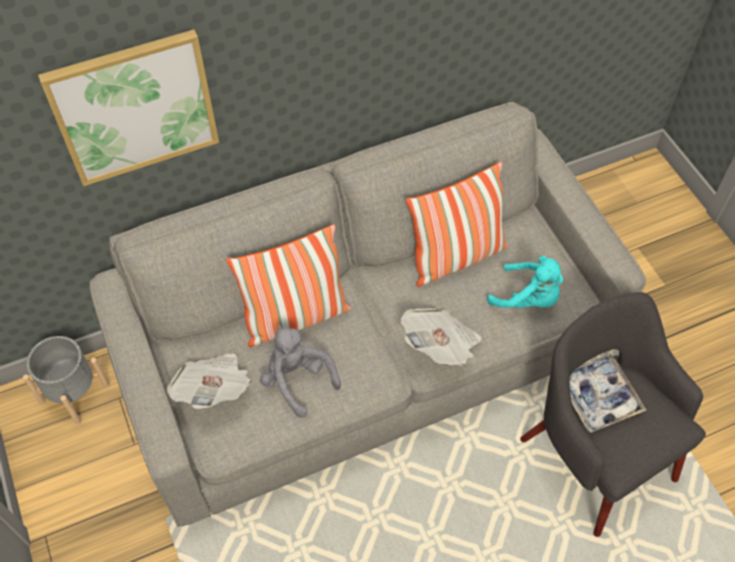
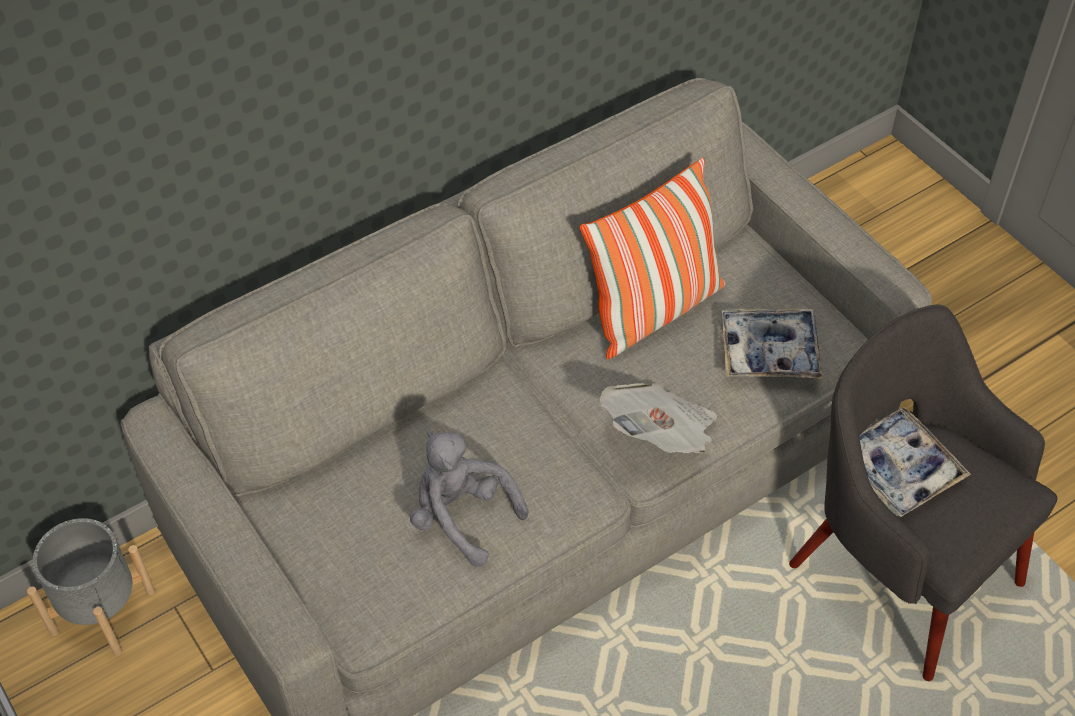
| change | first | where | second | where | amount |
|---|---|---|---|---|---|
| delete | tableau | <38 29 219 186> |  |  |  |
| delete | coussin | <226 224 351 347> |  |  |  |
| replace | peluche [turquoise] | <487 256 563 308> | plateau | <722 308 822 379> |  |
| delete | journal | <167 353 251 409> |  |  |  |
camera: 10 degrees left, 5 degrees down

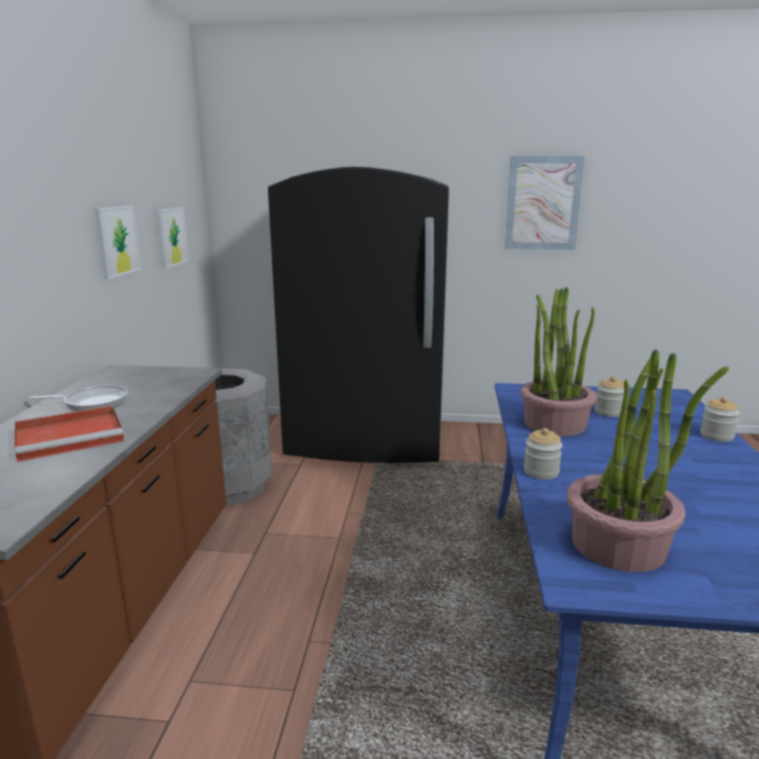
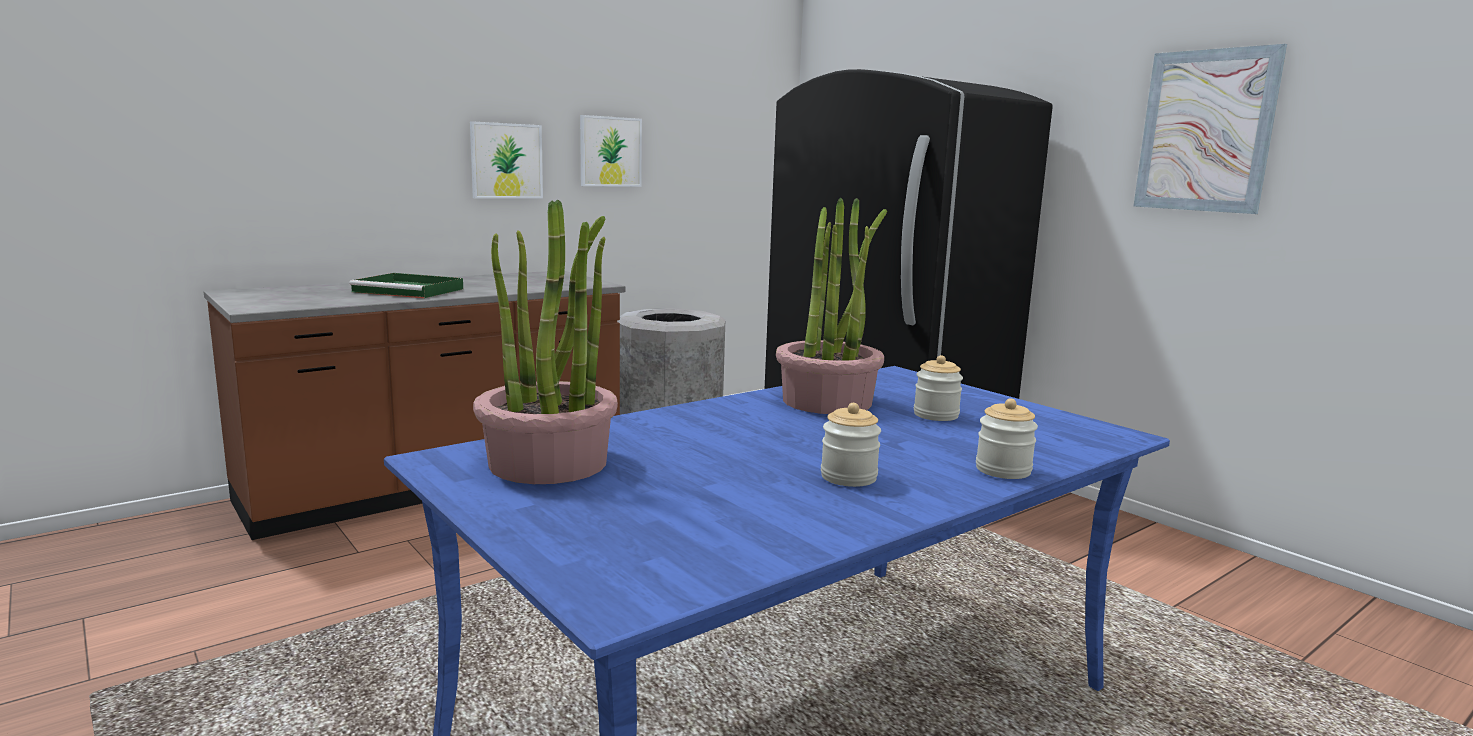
| change | first | where | second | where | amount |
|---|---|---|---|---|---|
| move | tableau | <156 207 189 269> |  | <470 121 543 198> |  |
| delete | poêle | <29 386 128 411> |  |  |  |
| recolor | plateau [rouge] | <14 405 124 462> | plateau [vert] | <349 273 463 298> |  |
| move | bocal | <524 428 563 480> |  | <821 403 881 487> |  |
camera: 45 degrees right, 5 degrees down

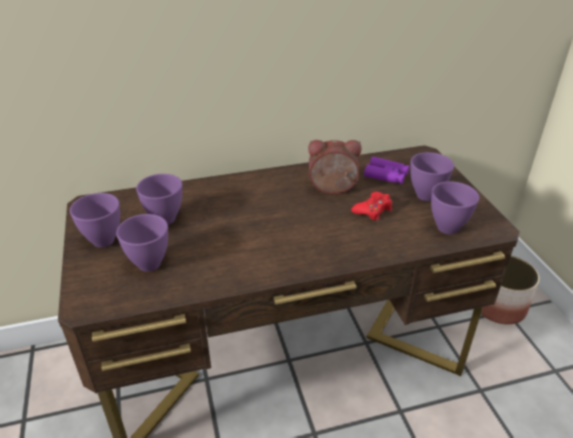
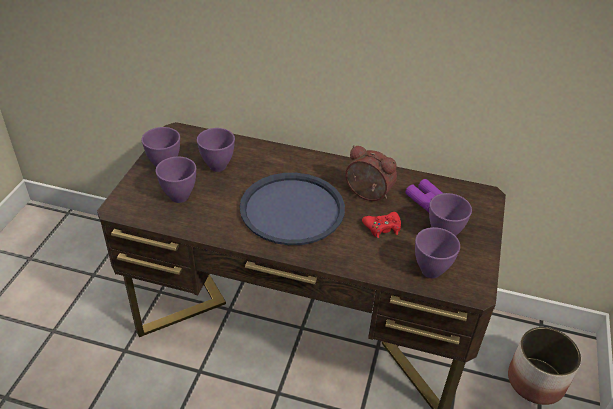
| change | first | where | second | where | amount |
|---|---|---|---|---|---|
| insert |  |  | plateau [bleu] | <240 173 345 245> |  |
camera: 30 degrees right, 5 degrees up

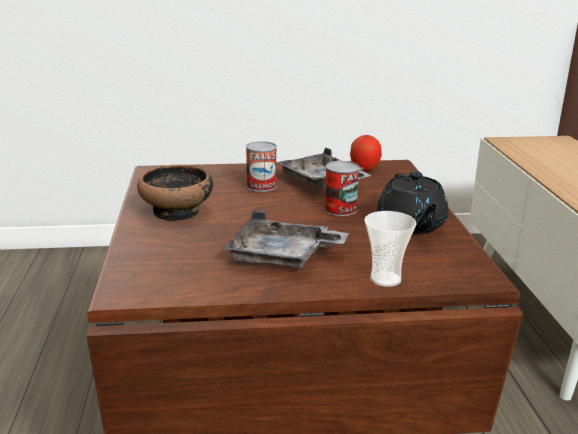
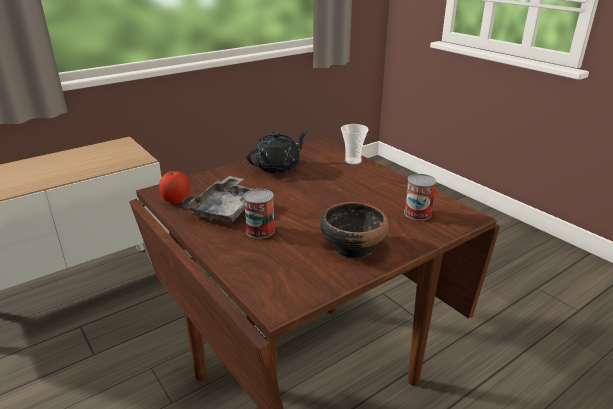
| change | first | where | second | where | amount |
|---|---|---|---|---|---|
| move | boîte métallique | <324 161 360 216> |  | <404 174 436 220> |  |
| delete | plateau [gris] | <223 211 349 269> |  |  |  |
camera: 120 degrees left, 5 degrees up

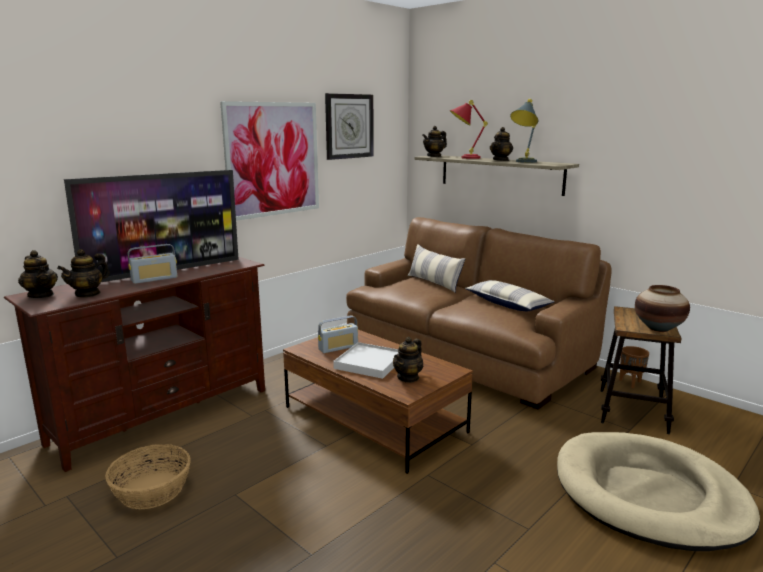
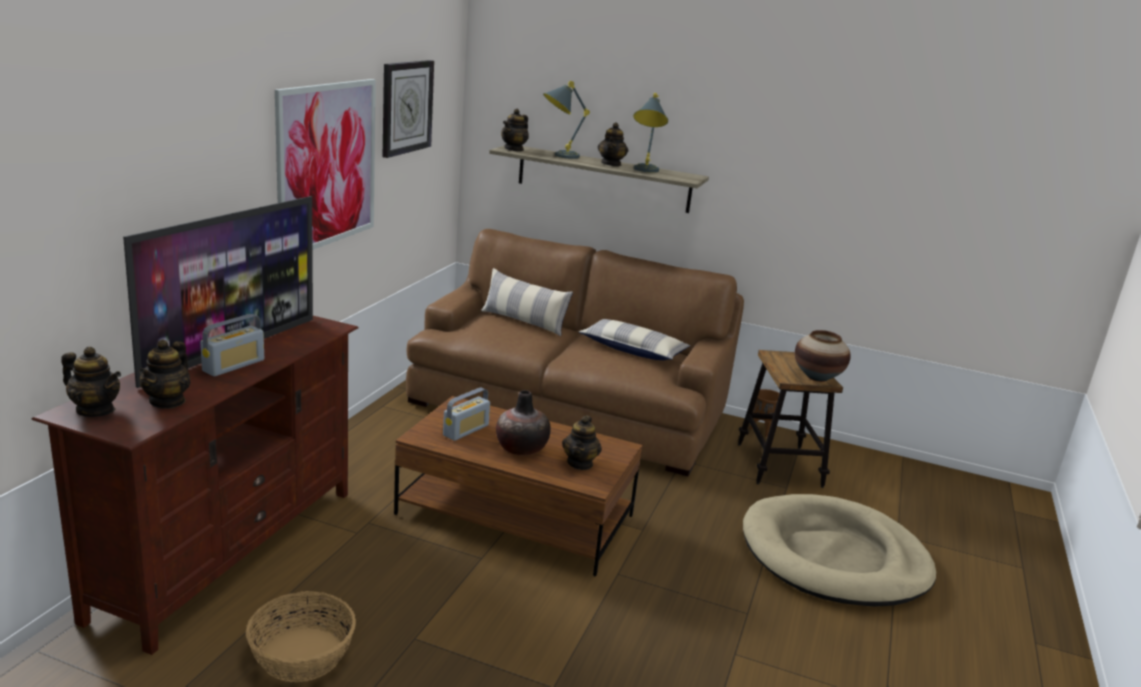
| change | first | where | second | where | amount |
|---|---|---|---|---|---|
| recolor | lampe de table [rouge] | <450 100 488 159> | lampe de table [gris] | <543 81 590 159> |  |
| replace | plateau [blanc] | <333 342 398 379> | vase | <496 390 550 455> |  |
camera: 25 degrees left, 5 degrees up

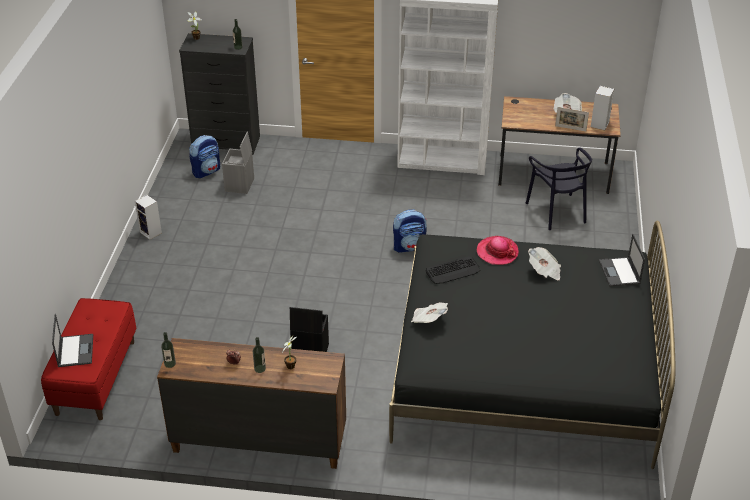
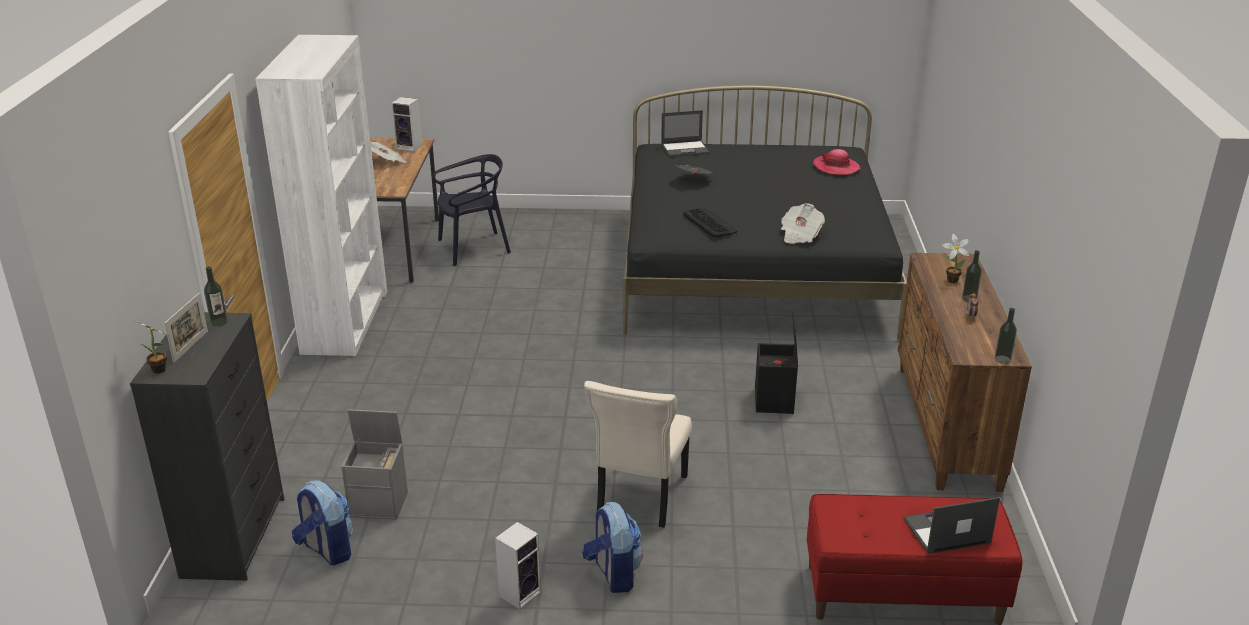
| change | first | where | second | where | amount |
|---|---|---|---|---|---|
| move | cadre photo | <555 107 589 131> |  | <164 292 208 363> |  |
| move | sac à dos | <393 209 427 253> |  | <582 502 643 593> |  |
| move | chapeau | <477 236 519 265> |  | <813 149 860 175> |  |
| insert |  |  | chaise [beige] | <584 381 692 528> |  |
camera: 95 degrees left, 10 degrees down

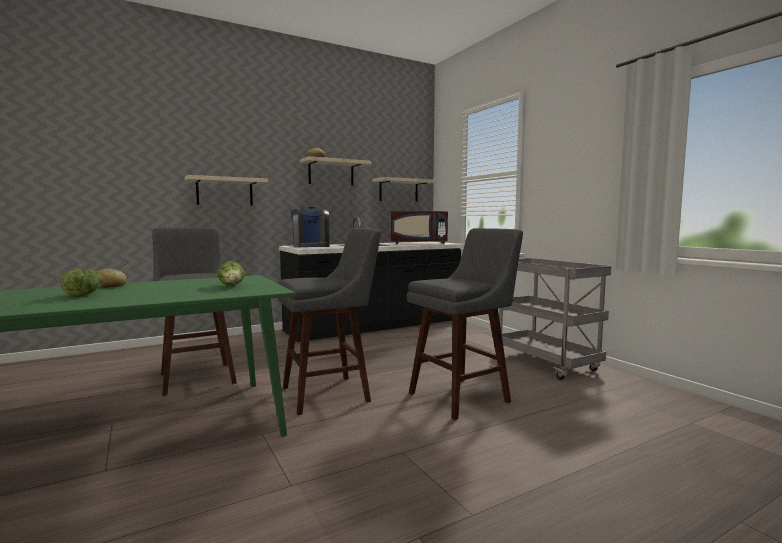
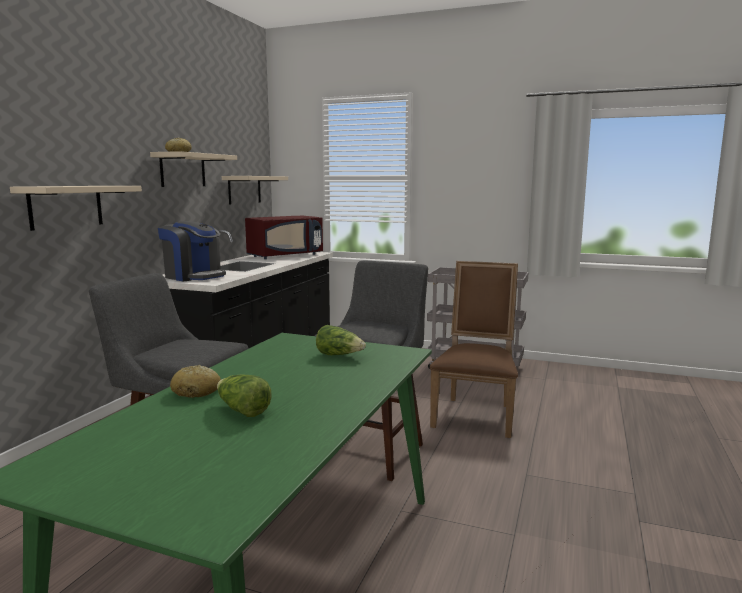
| change | first | where | second | where | amount |
|---|---|---|---|---|---|
| replace | tabouret [gris] | <406 228 523 420> | chaise [marron] | <430 261 518 438> |  |
camera: 40 degrees left, 5 degrees up

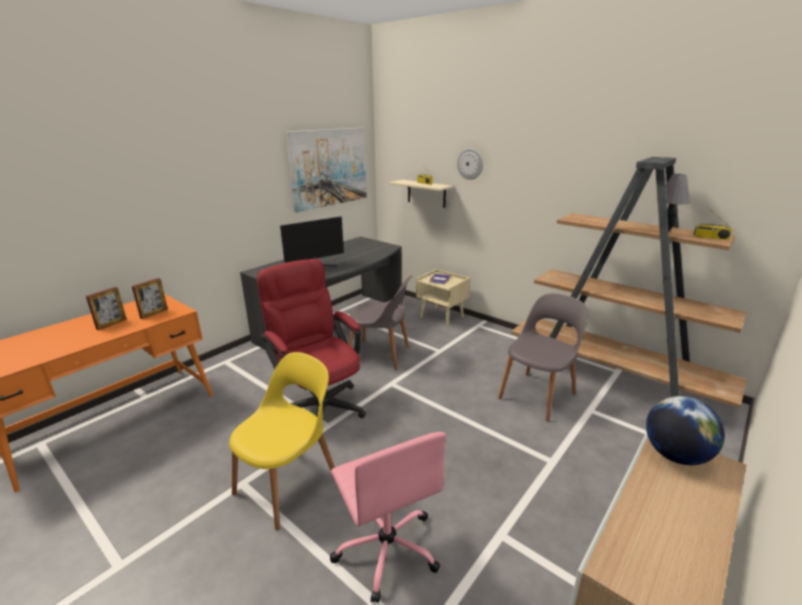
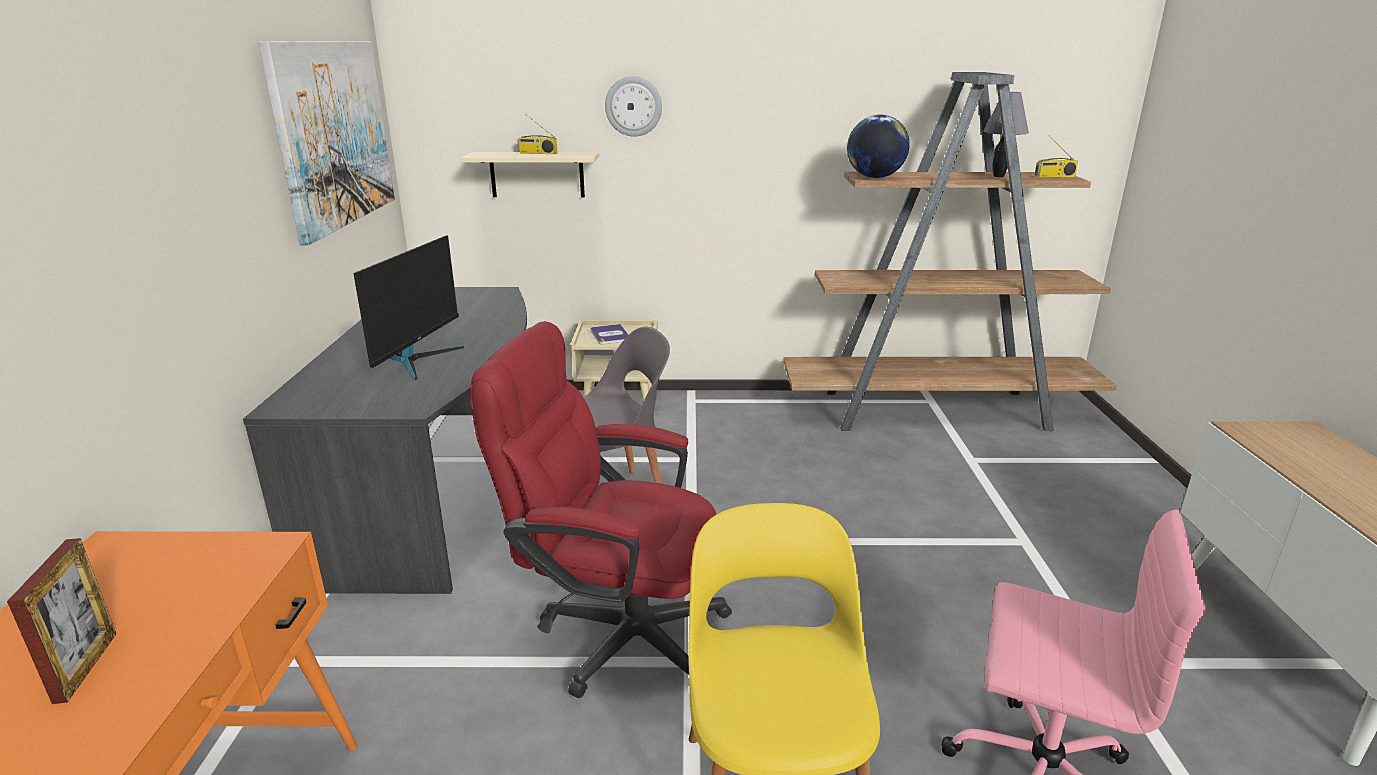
| change | first | where | second | where | amount |
|---|---|---|---|---|---|
| delete | cadre photo | <132 278 168 319> |  |  |  |
| delete | chaise [gris] | <498 293 588 421> |  |  |  |
| move | globe | <646 396 725 465> |  | <847 115 910 178> |  |
camera: 40 degrees left, 0 degrees up

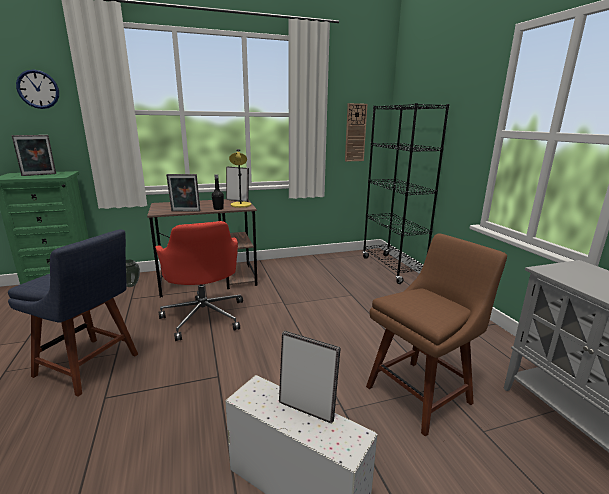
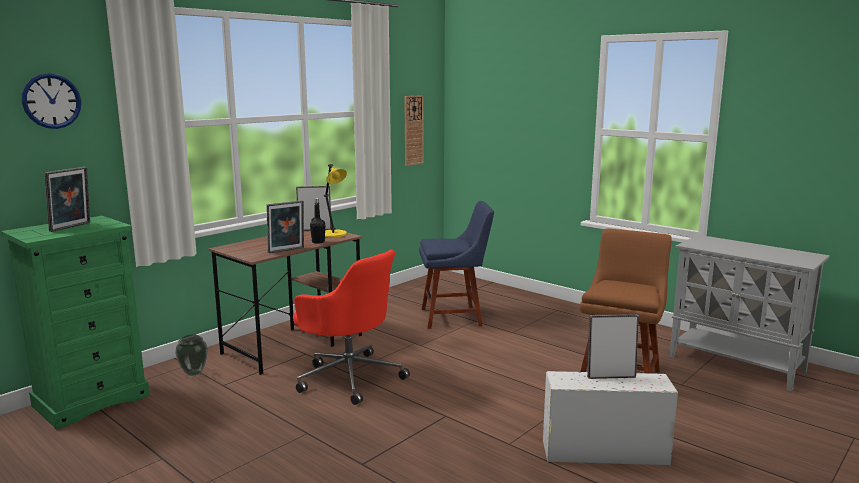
| change | first | where | second | where | amount |
|---|---|---|---|---|---|
| delete | bibliothèque [noir] | <362 103 449 284> |  |  |  |
| move | chaise [bleu] | <8 229 138 397> |  | <419 201 494 329> |  |
camera: 30 degrees left, 5 degrees down

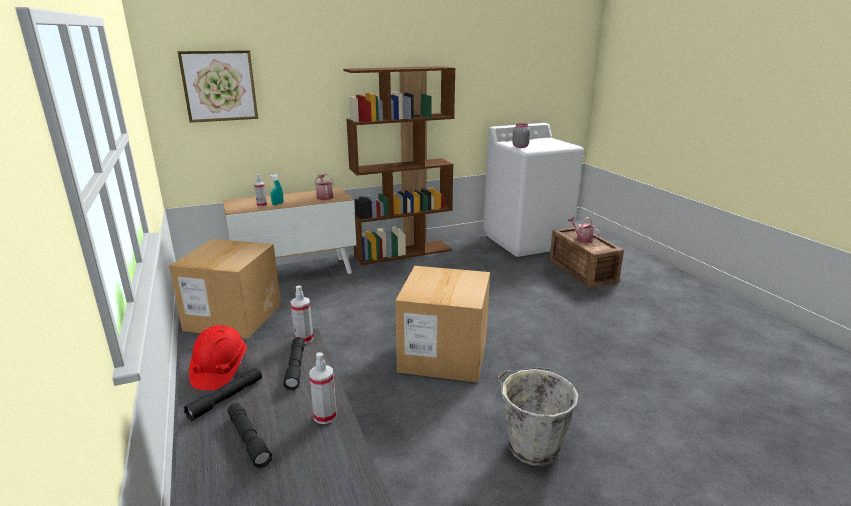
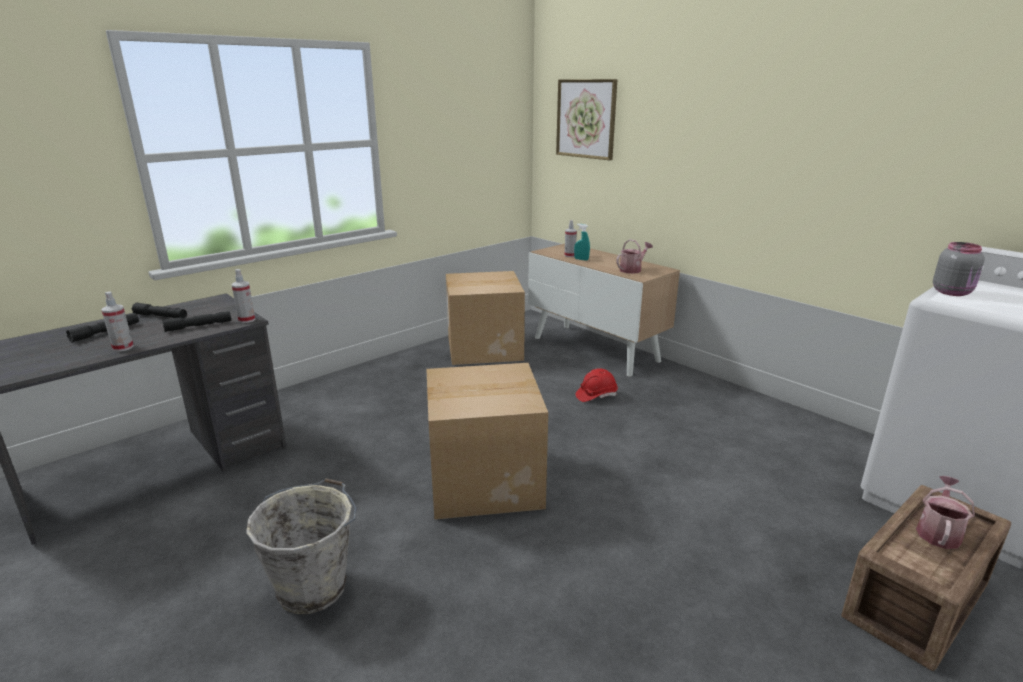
| change | first | where | second | where | amount |
|---|---|---|---|---|---|
| delete | bibliothèque [marron] | <343 66 455 265> |  |  |  |
| move | casque de chantier [rouge] | <189 325 247 390> |  | <576 368 618 402> |  |
camera: 70 degrees right, 0 degrees up

